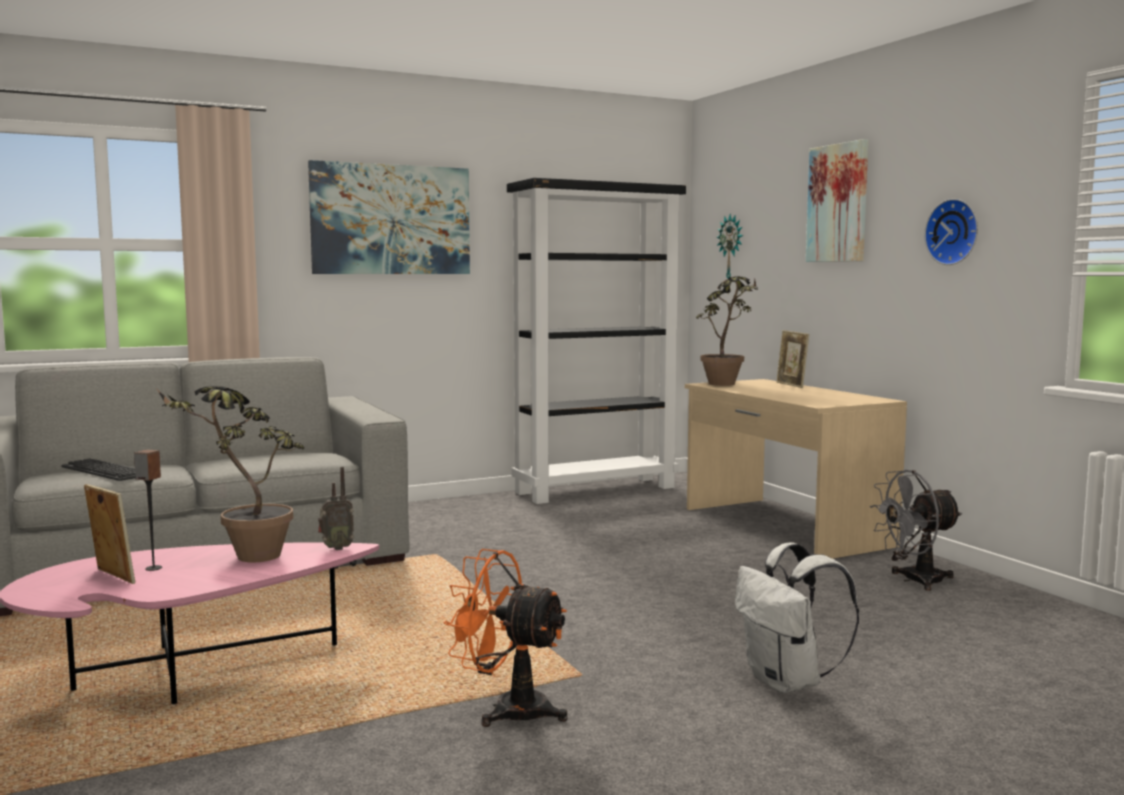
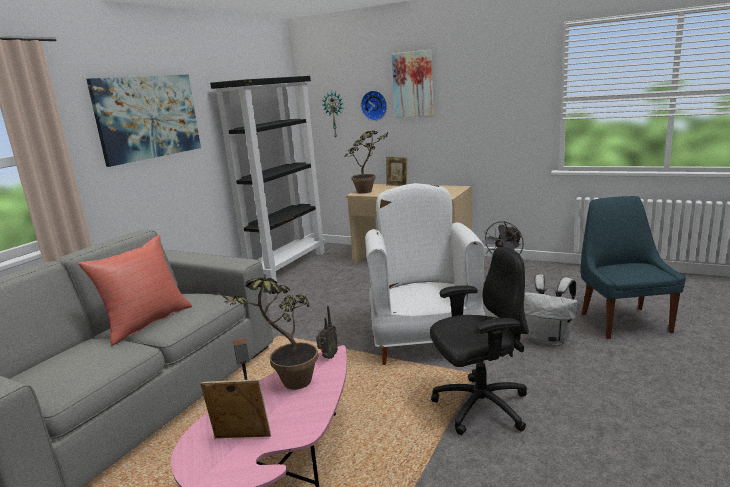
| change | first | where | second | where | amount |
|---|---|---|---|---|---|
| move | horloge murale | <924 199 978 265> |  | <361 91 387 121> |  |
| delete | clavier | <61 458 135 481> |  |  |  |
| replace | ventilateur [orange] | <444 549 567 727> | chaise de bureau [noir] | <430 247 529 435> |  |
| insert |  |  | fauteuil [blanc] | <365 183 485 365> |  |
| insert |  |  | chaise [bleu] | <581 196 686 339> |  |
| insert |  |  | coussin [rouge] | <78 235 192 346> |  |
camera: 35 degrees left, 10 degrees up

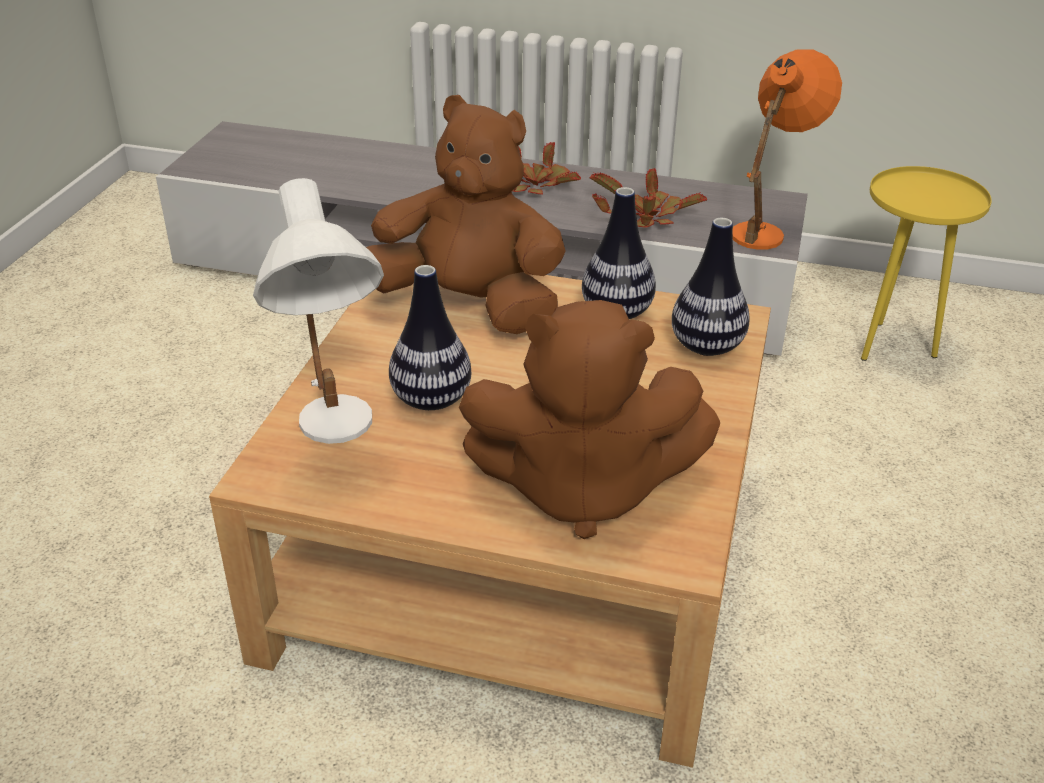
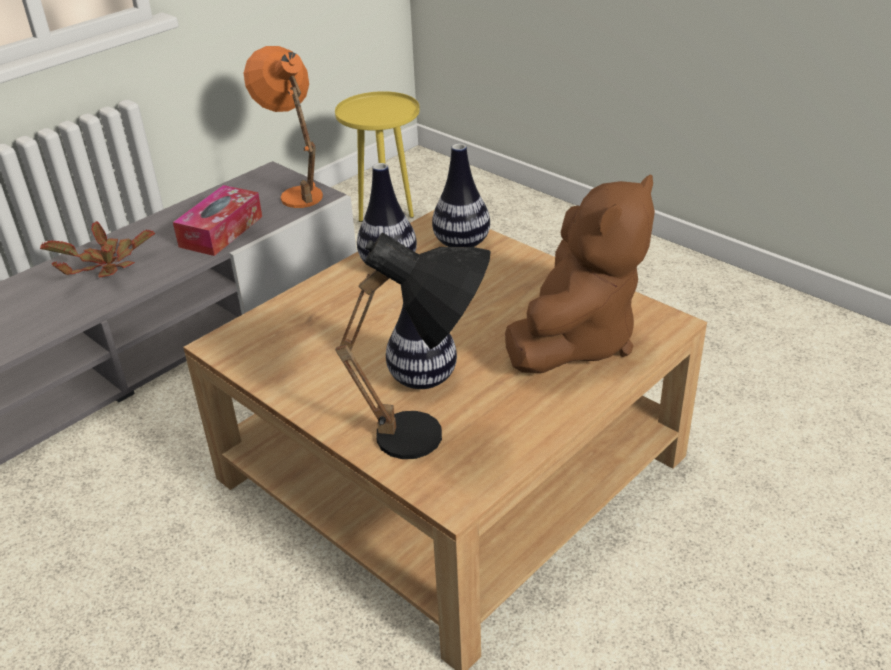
| change | first | where | second | where | amount |
|---|---|---|---|---|---|
| delete | peluche [marron] | <366 95 566 334> |  |  |  |
| replace | plante en pot | <589 168 707 227> | boîte à mouchoirs | <173 185 262 256> |  |
| recolor | lampe de table [blanc] | <253 178 384 444> | lampe de table [noir] | <335 232 491 459> |  |
camera: 60 degrees left, 0 degrees up

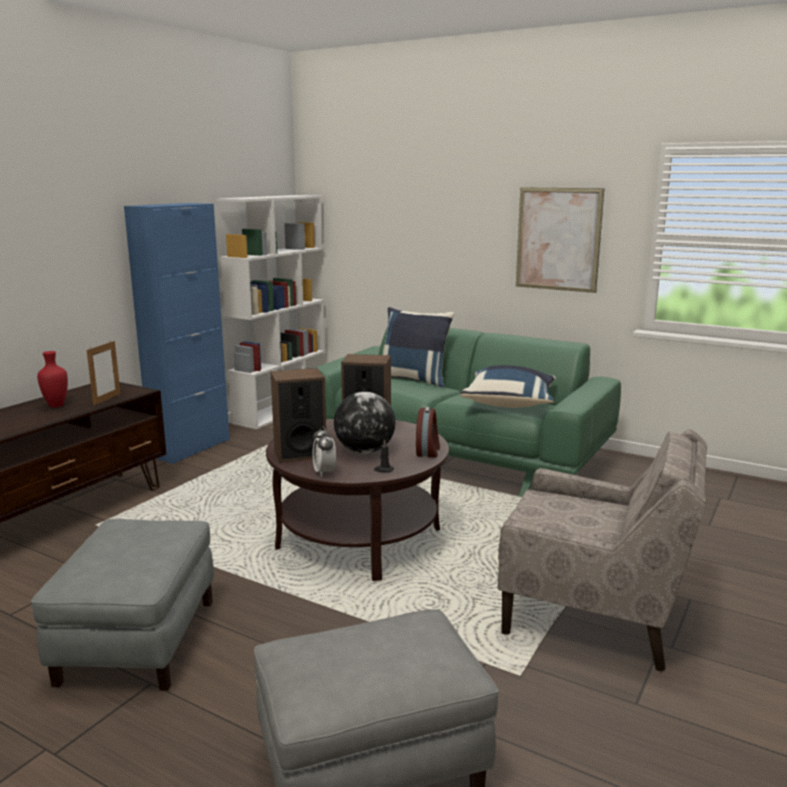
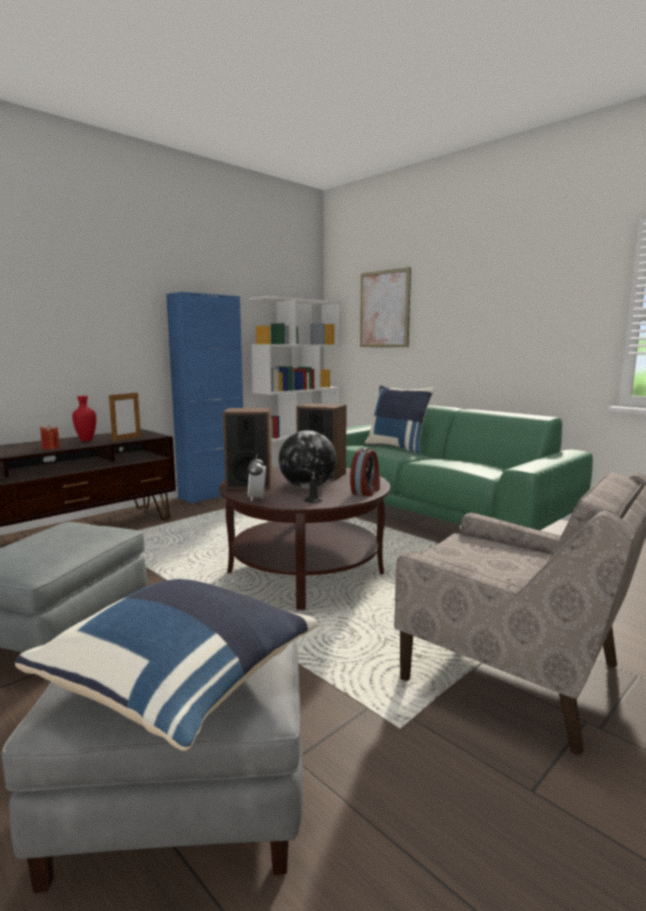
| change | first | where | second | where | amount |
|---|---|---|---|---|---|
| move | tableau | <516 187 604 293> |  | <360 267 411 347> |  |
| move | coussin [bleu] | <460 365 556 408> |  | <15 579 317 751> |  |
| insert |  |  | bougie [rouge] | <40 425 60 450> |  |
camera: 15 degrees right, 5 degrees down

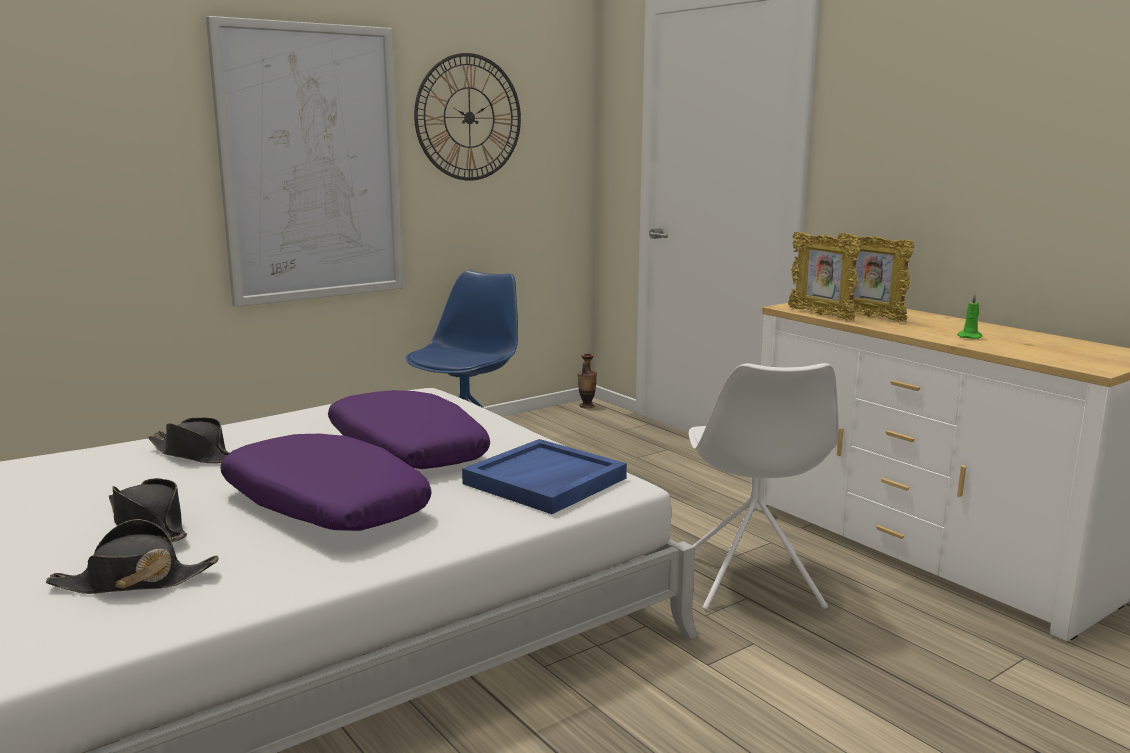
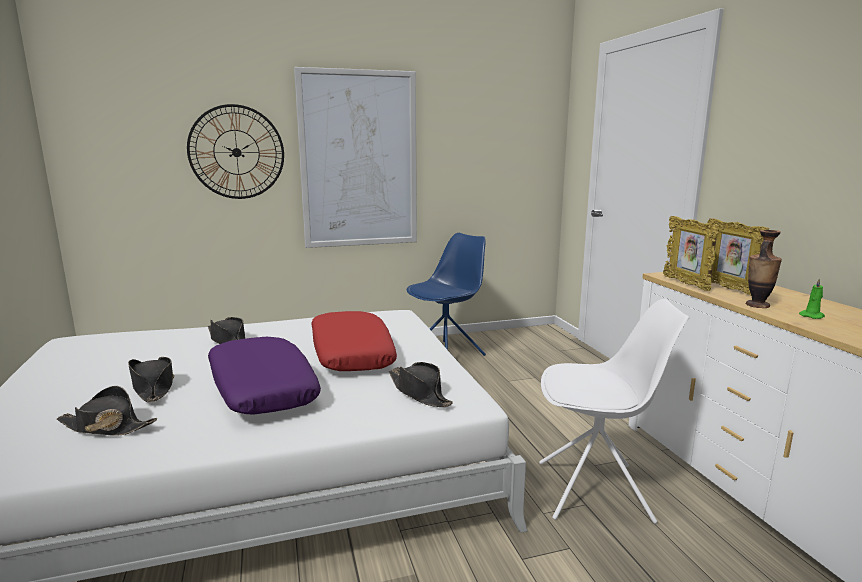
| change | first | where | second | where | amount |
|---|---|---|---|---|---|
| move | horloge murale | <414 53 521 181> |  | <187 104 284 199> |  |
| move | vase | <578 354 597 409> |  | <746 230 782 308> |  |
| rotate | chaise [blanc] | <689 363 839 610> |  | <539 299 689 524> | 105 degrees counterclockwise |
| recolor | coussin [violet] | <328 390 490 469> | coussin [rouge] | <311 311 397 371> |  |
| replace | plateau [bleu] | <462 439 627 514> | chapeau [noir] | <389 362 453 407> |  |
camera: 20 degrees right, 0 degrees up

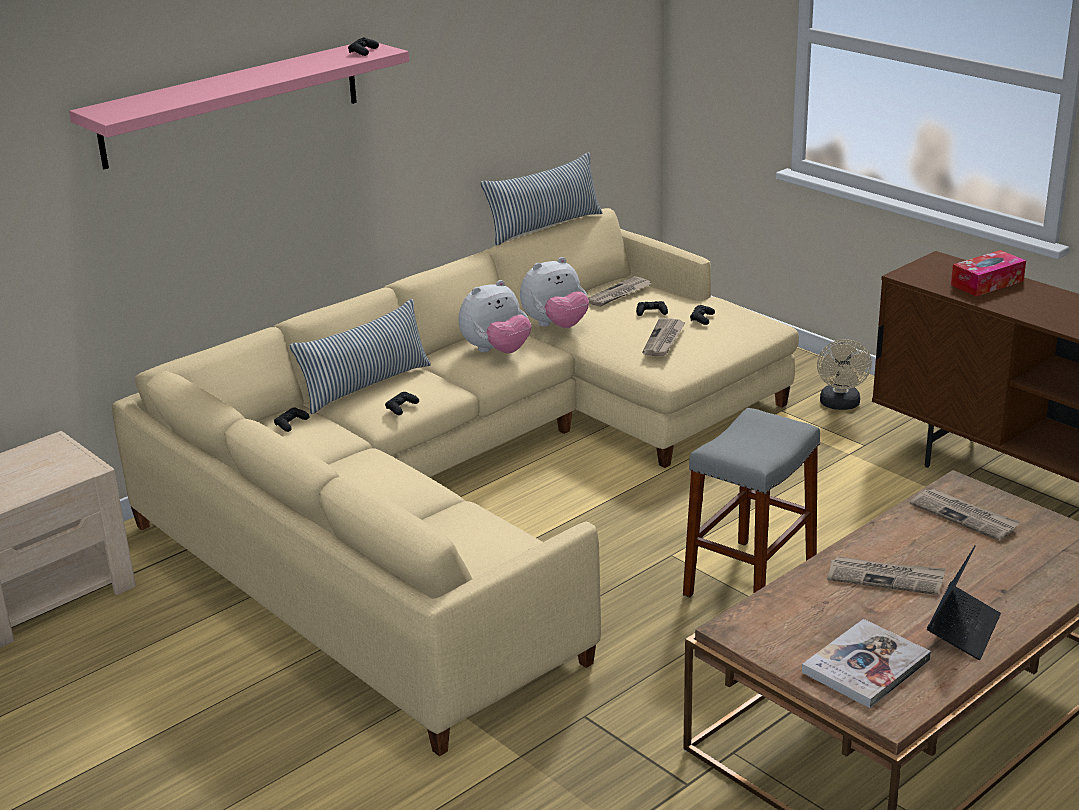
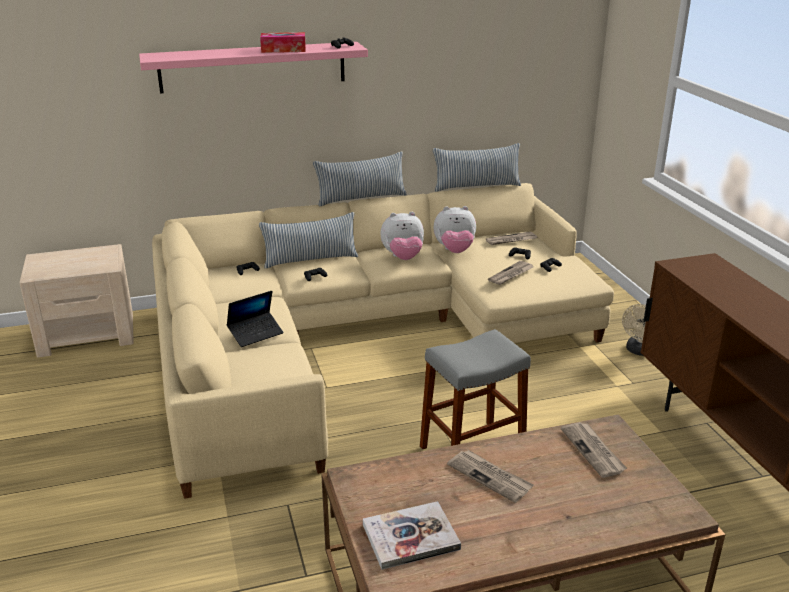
| change | first | where | second | where | amount |
|---|---|---|---|---|---|
| move | boîte à mouchoirs | <951 250 1026 296> |  | <260 32 306 53> |  |
| move | ordinateur portable | <927 546 1001 660> |  | <227 291 283 347> |  |
| insert |  |  | coussin | <313 152 407 206> |  |
camera: 25 degrees right, 0 degrees up

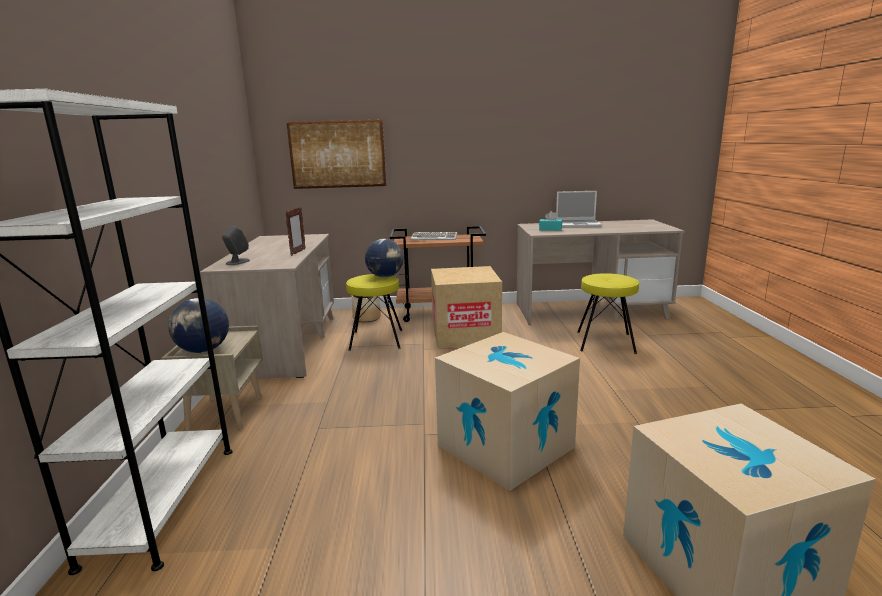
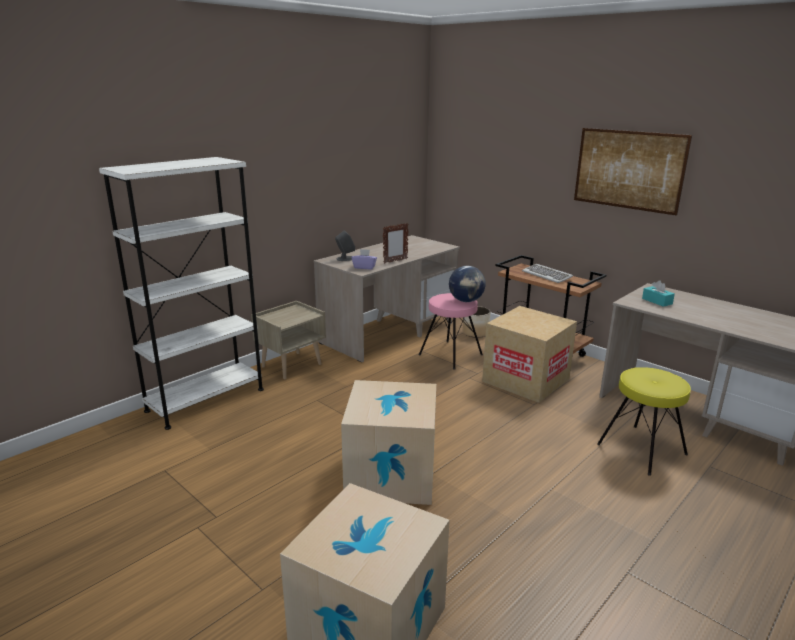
| change | first | where | second | where | amount |
|---|---|---|---|---|---|
| move | tableau | <287 119 386 189> |  | <574 128 692 216> |  |
| delete | ordinateur portable | <556 191 602 228> |  |  |  |
| recolor | tabouret [jaune] | <346 274 402 351> | tabouret [rose] | <419 293 483 370> |  |
| delete | globe | <168 298 229 353> |  |  |  |
| insert |  |  | boîte à mouchoirs [violet] | <352 249 377 269> |  |
camera: 45 degrees right, 5 degrees up

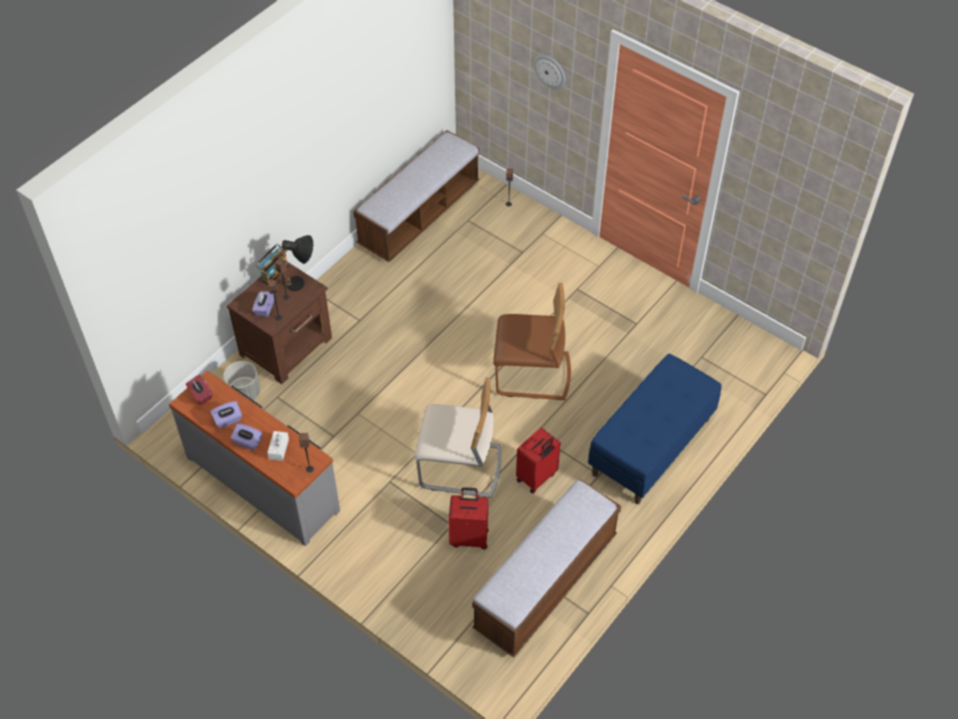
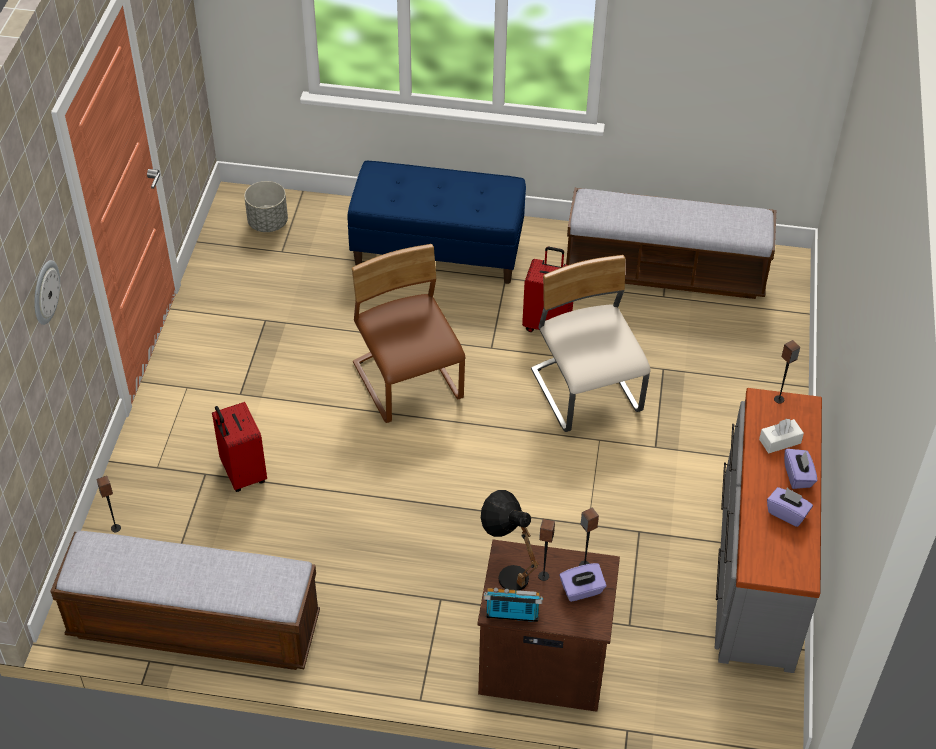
| change | first | where | second | where | amount |
|---|---|---|---|---|---|
| move | cache-pot [gris] | <223 361 260 400> |  | <244 181 288 232> |  |
| delete | boîte à mouchoirs [rouge] | <186 374 212 405> |  |  |  |
| move | valise [rouge] | <449 487 489 549> |  | <212 402 267 492> |  |
camera: 120 degrees left, 5 degrees down

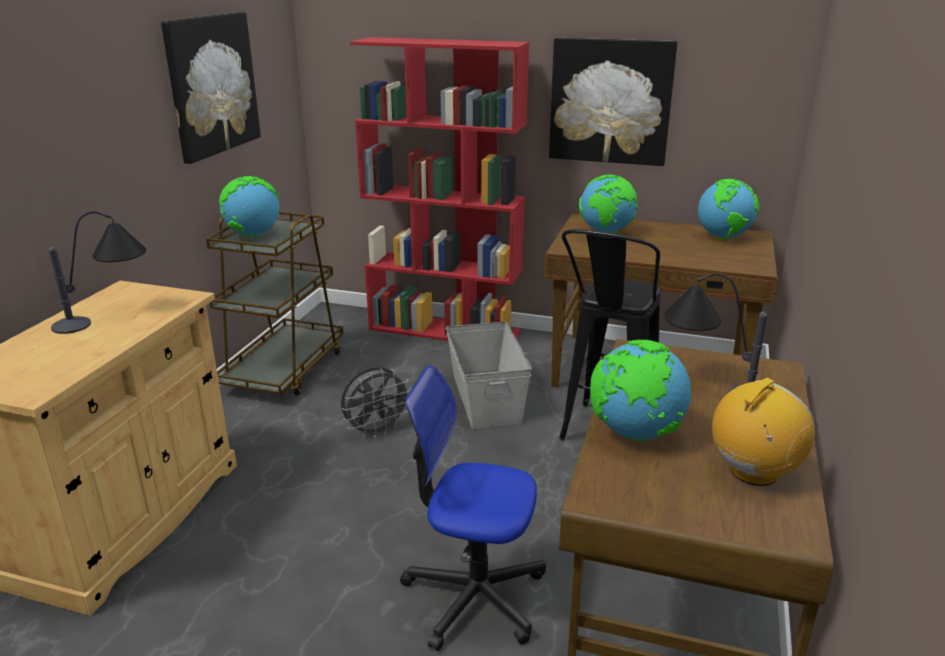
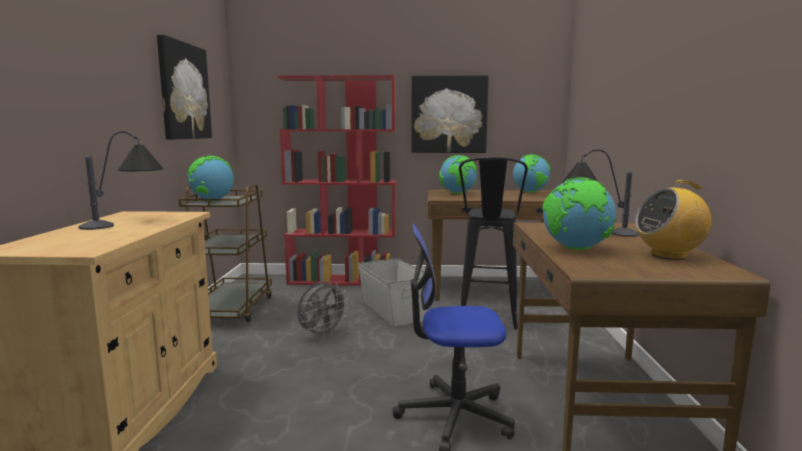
| change | first | where | second | where | amount |
|---|---|---|---|---|---|
| rotate | radio | <712 378 815 486> |  | <635 180 712 260> | 135 degrees counterclockwise |
camera: 15 degrees left, 15 degrees down

